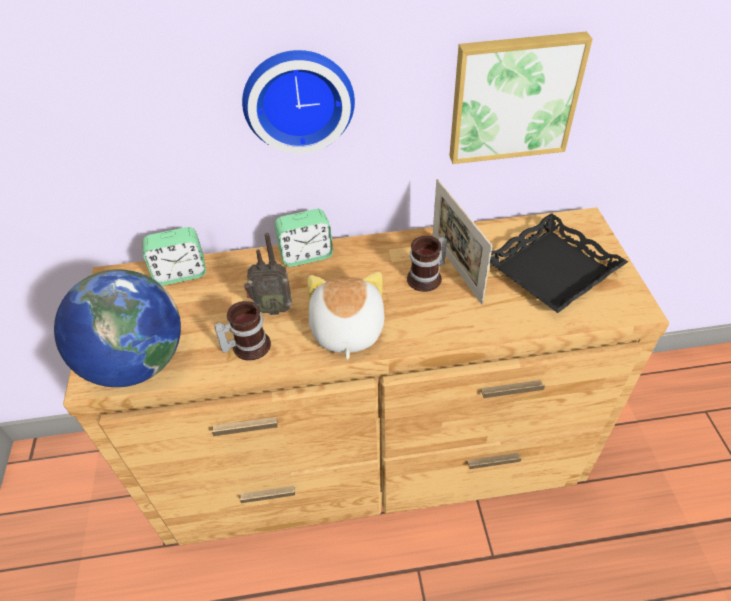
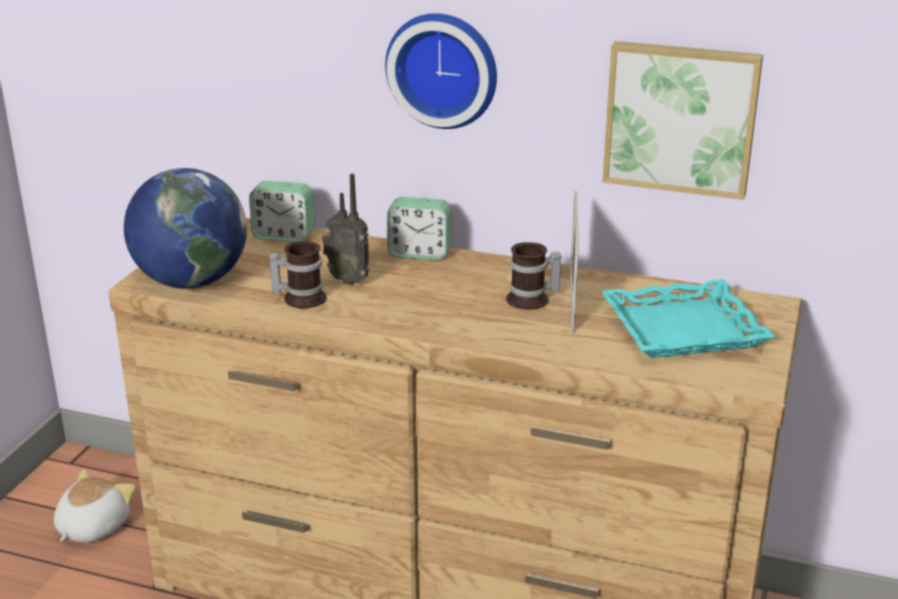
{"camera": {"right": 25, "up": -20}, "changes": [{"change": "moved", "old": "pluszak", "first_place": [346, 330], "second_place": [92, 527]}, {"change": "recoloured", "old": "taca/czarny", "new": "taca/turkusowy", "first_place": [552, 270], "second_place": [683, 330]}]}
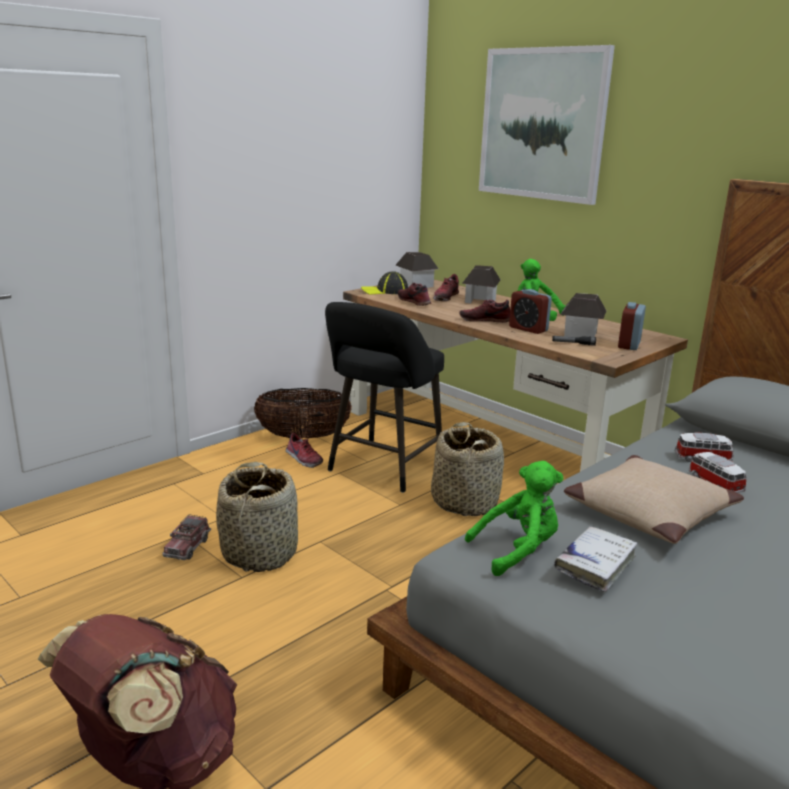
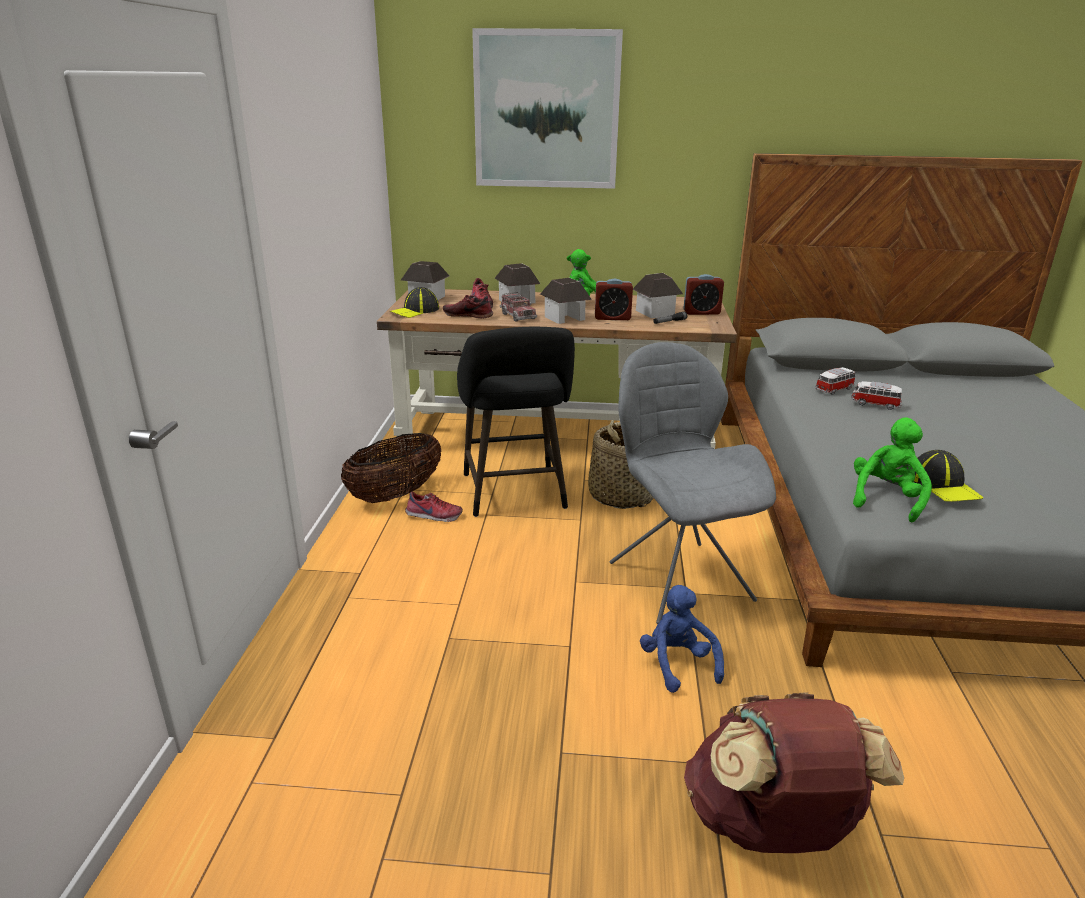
{"camera": {"right": -40, "up": 5}, "changes": [{"change": "moved", "old": "ciężarówka zabawkowa", "first_place": [187, 547], "second_place": [518, 316]}, {"change": "replaced", "old": "but", "new": "domek", "first_place": [485, 320], "second_place": [564, 318]}, {"change": "added", "new": "krzesło/szary", "second_place": [677, 578]}, {"change": "added", "new": "pluszak/niebieski", "second_place": [677, 664]}, {"change": "turned", "old": "budzik", "first_place": [629, 345], "second_place": [701, 312], "degrees": -75}, {"change": "replaced", "old": "książka/biały", "new": "czapka z daszkiem", "first_place": [595, 565], "second_place": [943, 486]}, {"change": "removed", "old": "koszyk", "first_place": [260, 553]}, {"change": "removed", "old": "poduszka/beżowy", "first_place": [648, 512]}]}
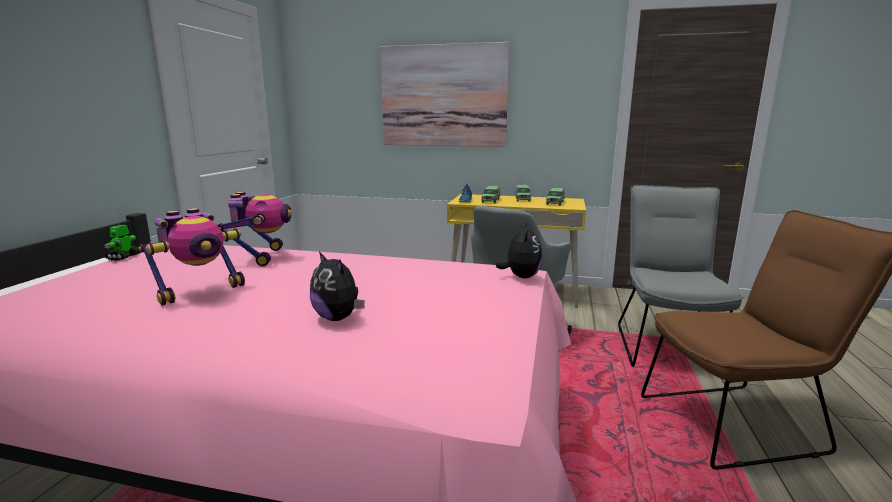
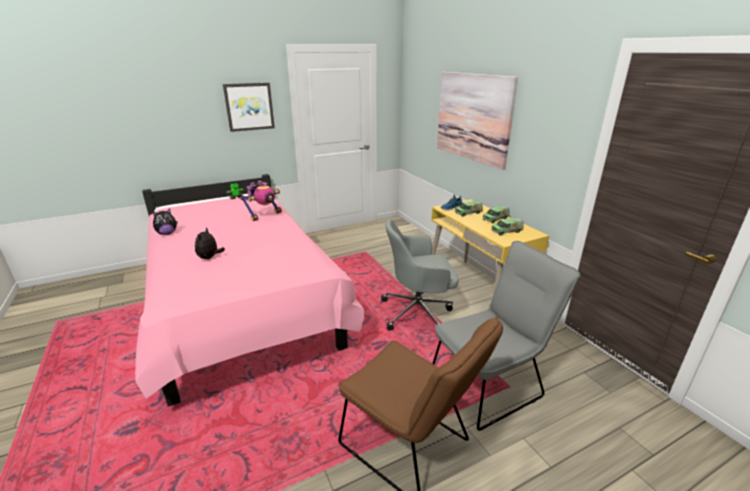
{"camera": {"right": 50, "up": 10}, "changes": [{"change": "moved", "old": "pluszak", "first_place": [521, 277], "second_place": [167, 233]}, {"change": "added", "new": "obraz", "second_place": [249, 107]}, {"change": "removed", "old": "robot zabawkowy", "first_place": [200, 291]}]}
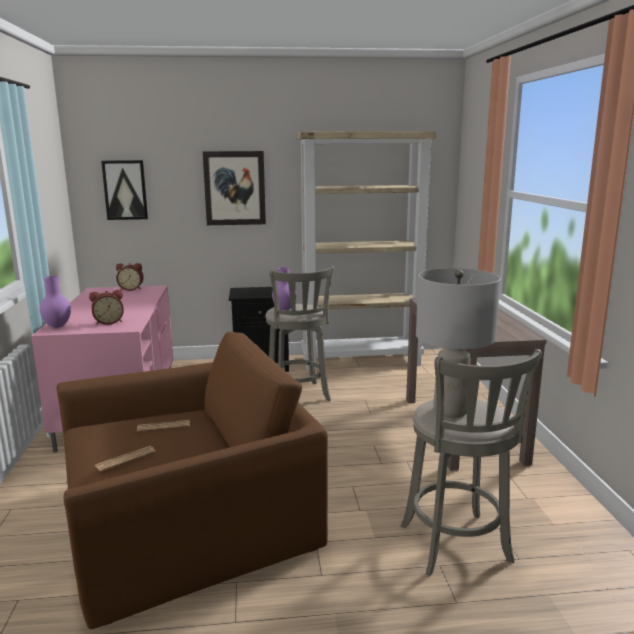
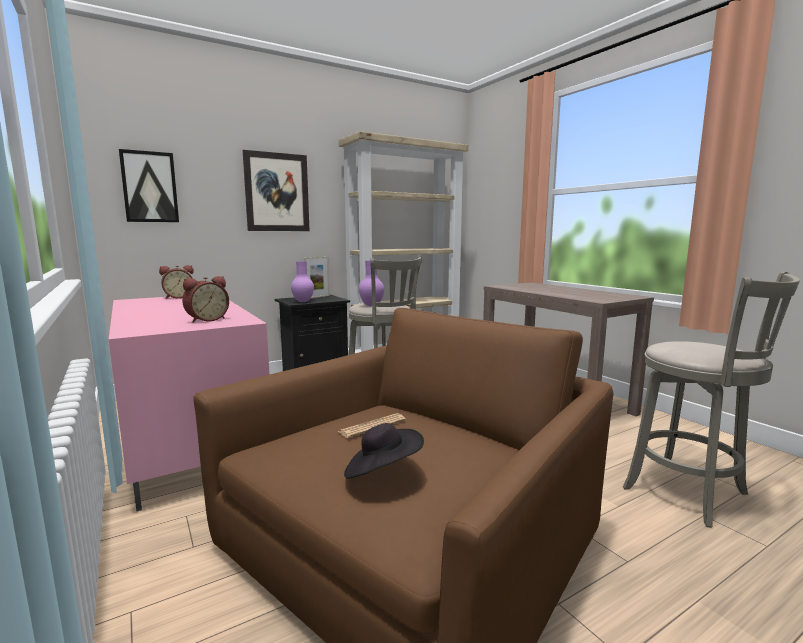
{"camera": {"right": -25, "up": -5}, "changes": [{"change": "moved", "old": "wazon/fioletowy", "first_place": [57, 326], "second_place": [303, 301]}, {"change": "added", "new": "ramka na zdjęcie", "second_place": [317, 297]}, {"change": "replaced", "old": "gazeta", "new": "kapelusz/czarny", "first_place": [125, 459], "second_place": [382, 472]}, {"change": "removed", "old": "lampa stołowa/szary", "first_place": [450, 411]}]}
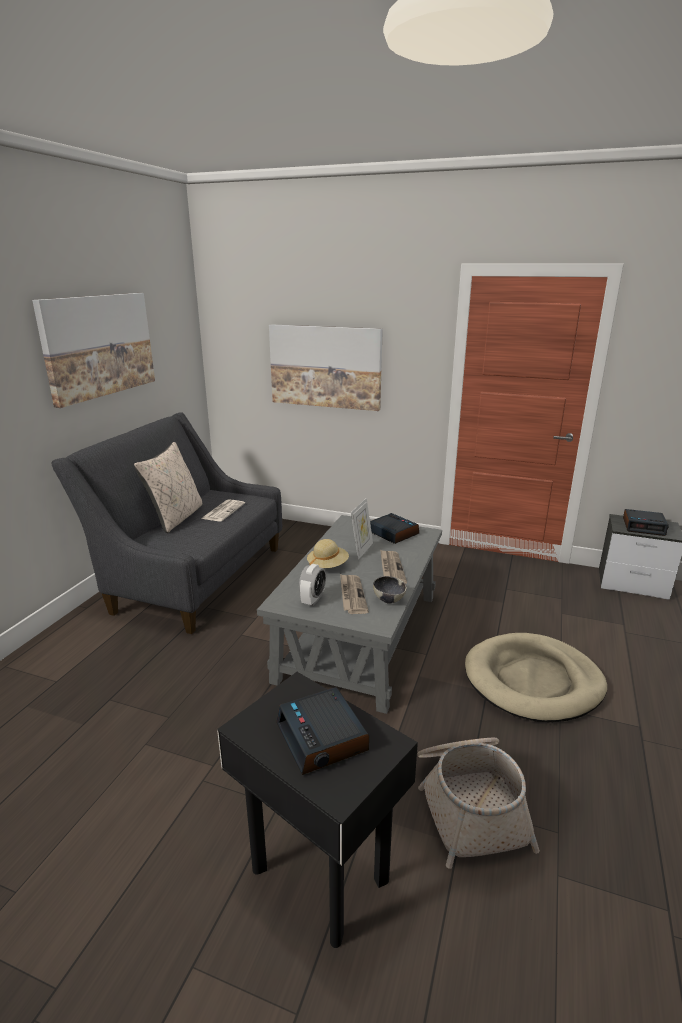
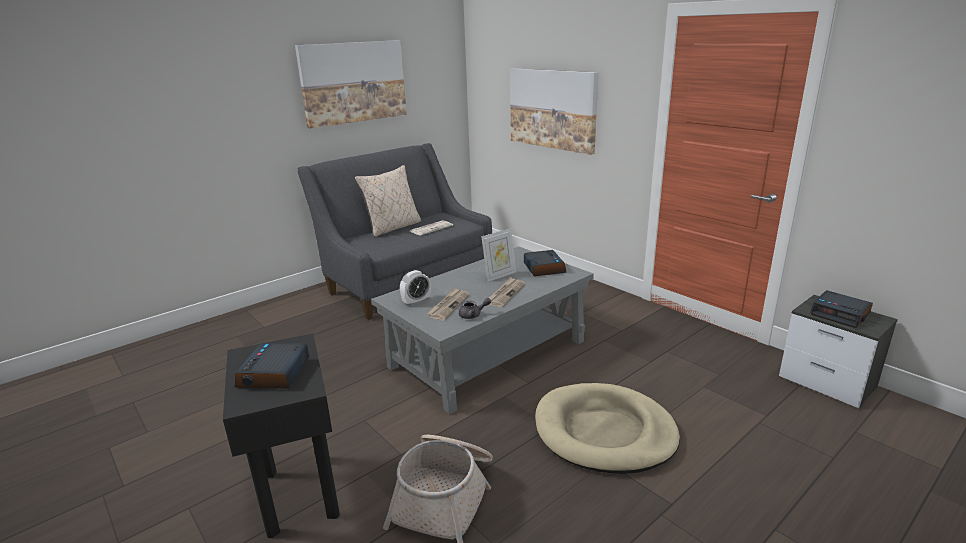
{"camera": {"right": 30, "up": 0}, "changes": [{"change": "replaced", "old": "miska", "new": "imbryk/szary", "first_place": [389, 599], "second_place": [473, 315]}, {"change": "removed", "old": "kapelusz/beżowy", "first_place": [327, 566]}]}
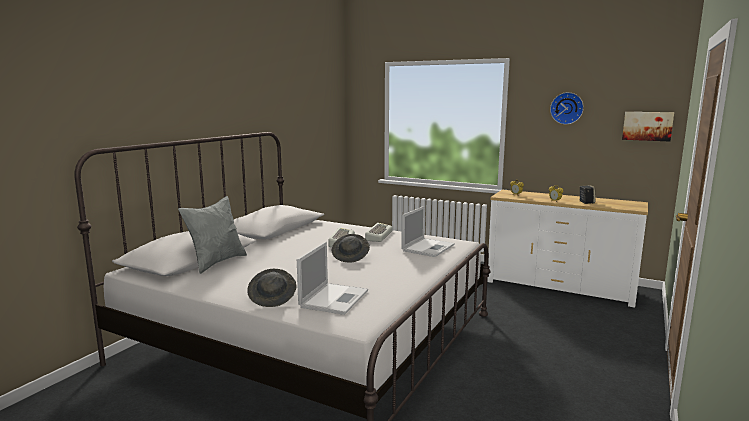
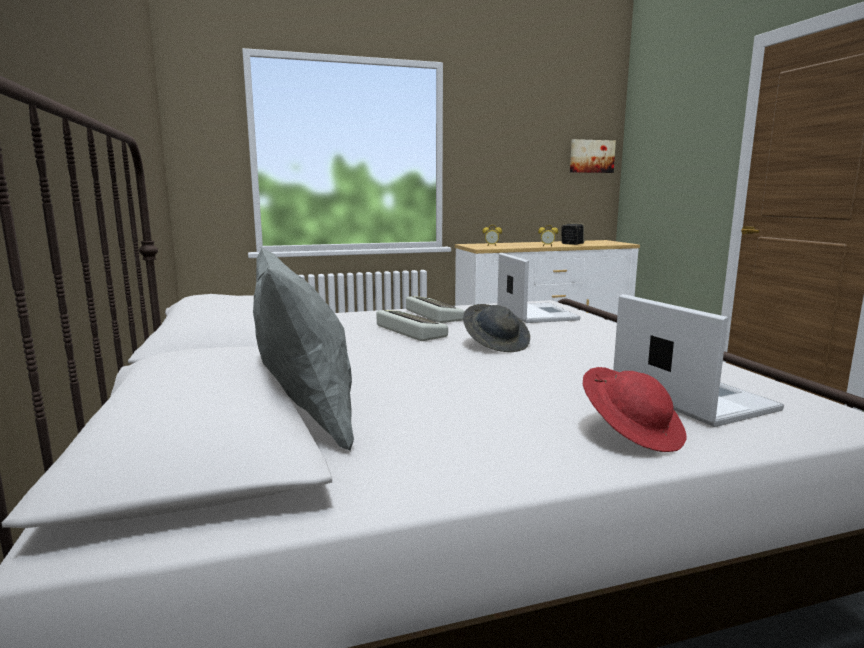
{"camera": {"right": -45, "up": 0}, "changes": [{"change": "recoloured", "old": "kapelusz/szary", "new": "kapelusz/czerwony", "first_place": [273, 298], "second_place": [632, 433]}, {"change": "removed", "old": "zegar ścienny", "first_place": [567, 108]}]}
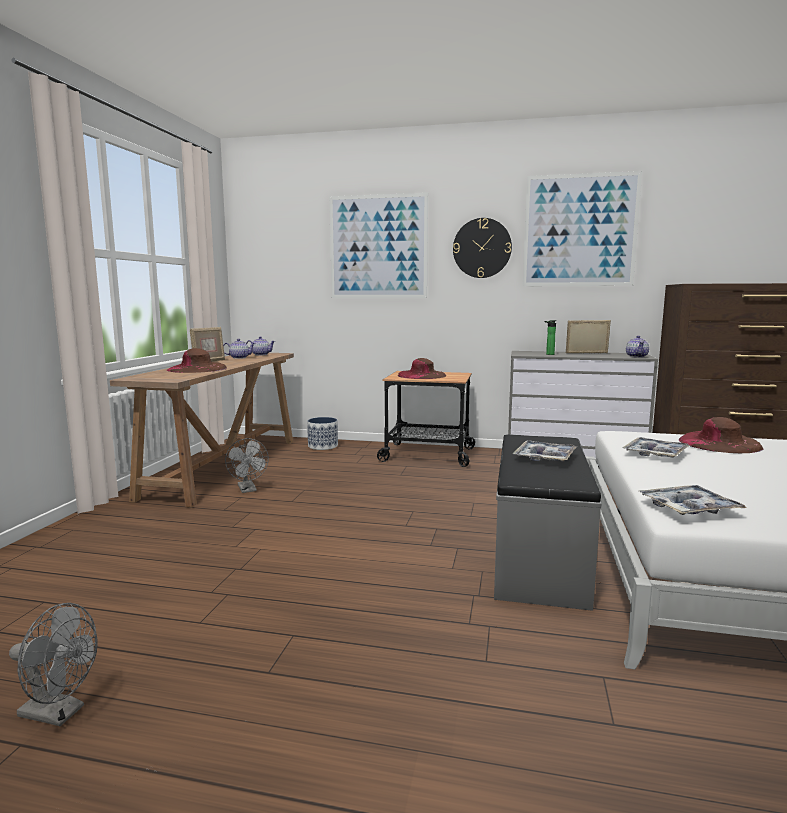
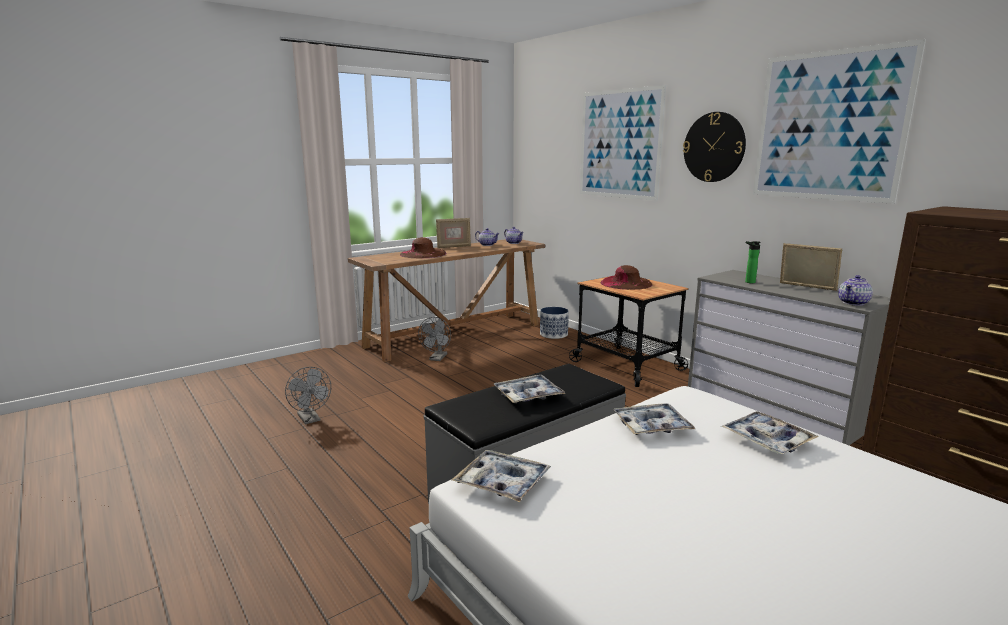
{"camera": {"right": 40, "up": 5}, "changes": [{"change": "moved", "old": "wentylator/szary", "first_place": [59, 713], "second_place": [310, 419]}, {"change": "replaced", "old": "kapelusz/brązowy", "new": "taca", "first_place": [719, 443], "second_place": [767, 440]}]}
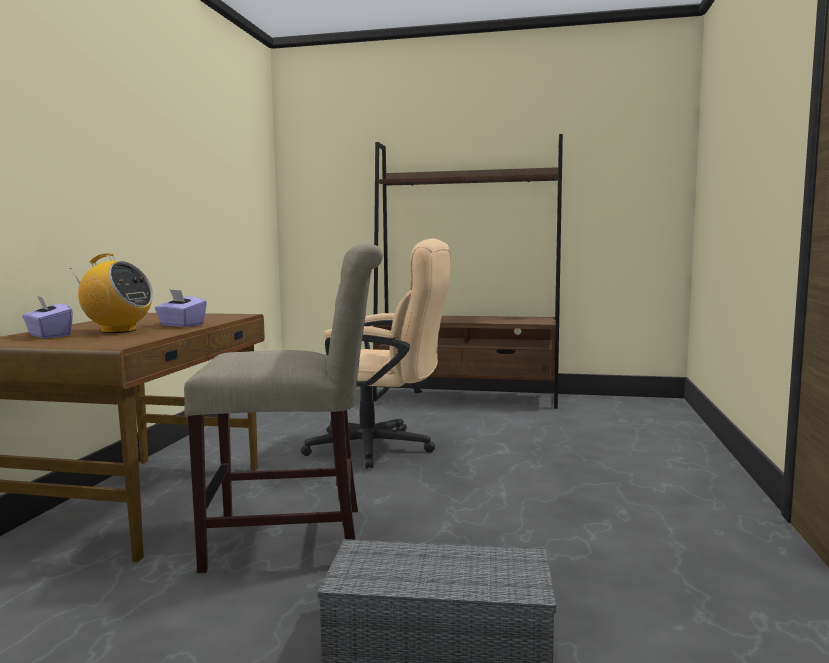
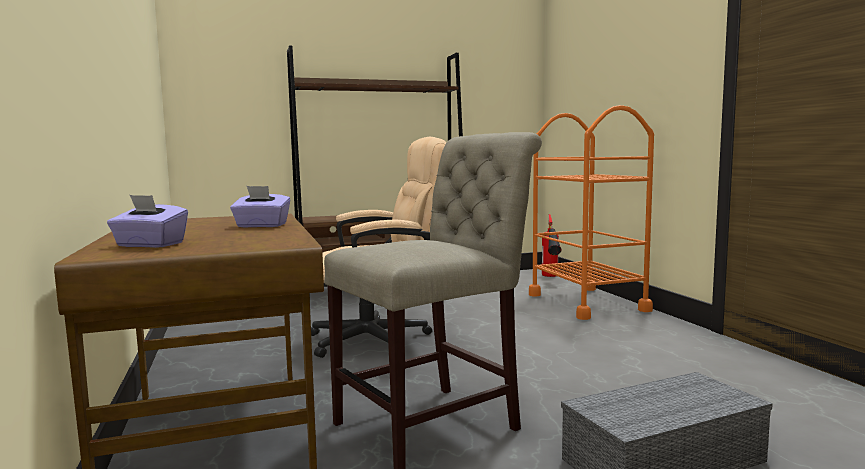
{"camera": {"right": -30, "up": 0}, "changes": [{"change": "added", "new": "wózek/pomarańczowy", "second_place": [587, 302]}, {"change": "added", "new": "gaśnica", "second_place": [551, 278]}, {"change": "removed", "old": "radio", "first_place": [118, 331]}]}
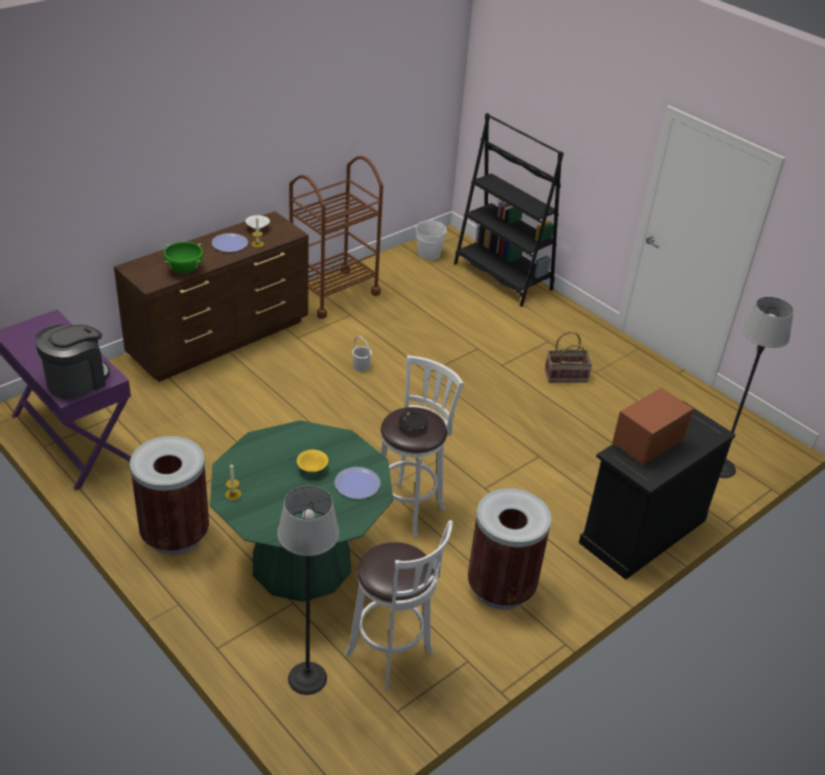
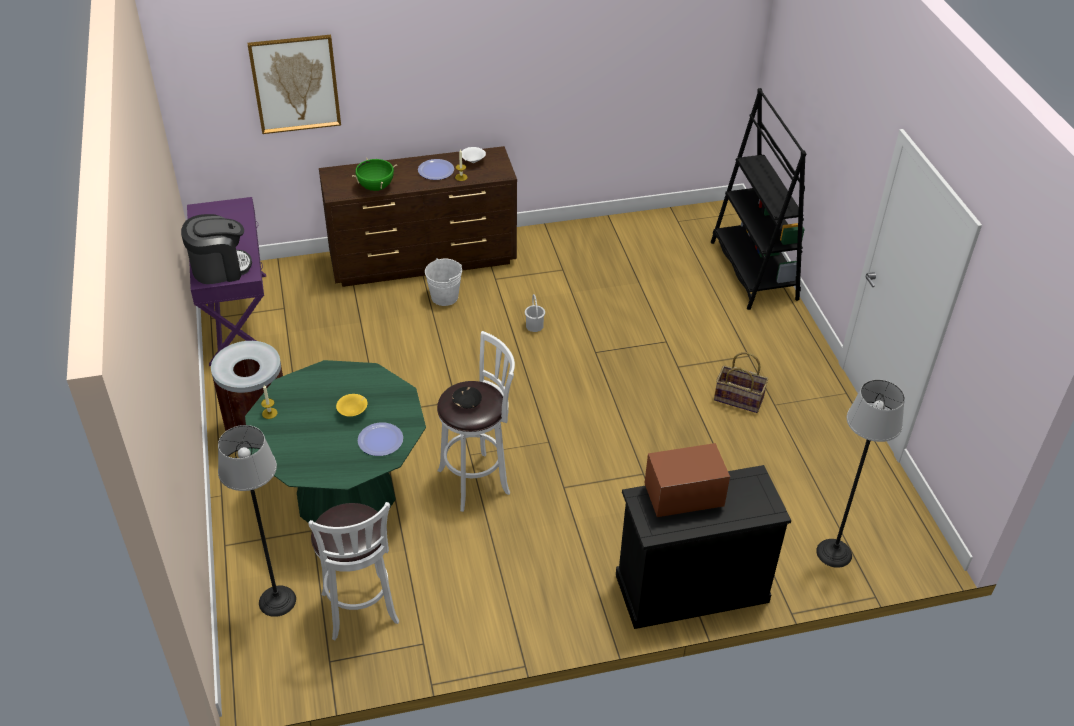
{"camera": {"right": 30, "up": 5}, "changes": [{"change": "added", "new": "obraz", "second_place": [295, 84]}, {"change": "moved", "old": "wiadro/biały", "first_place": [429, 254], "second_place": [444, 297]}, {"change": "removed", "old": "wózek/brązowy", "first_place": [333, 293]}, {"change": "removed", "old": "kosz na śmieci/brązowy", "first_place": [501, 588]}]}
